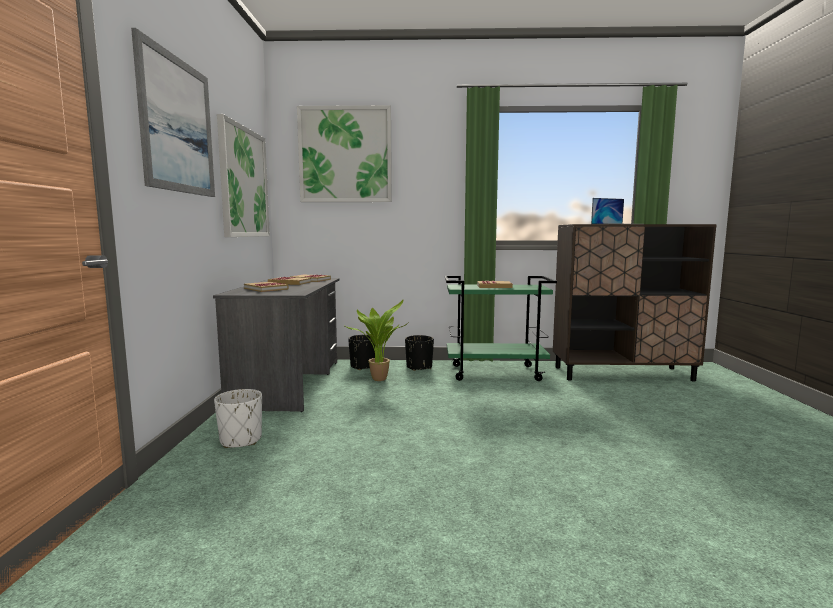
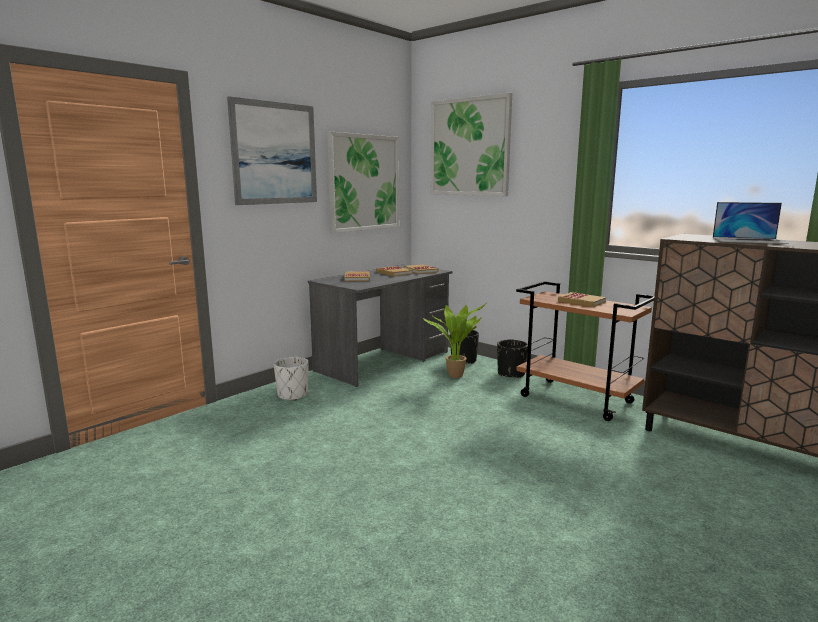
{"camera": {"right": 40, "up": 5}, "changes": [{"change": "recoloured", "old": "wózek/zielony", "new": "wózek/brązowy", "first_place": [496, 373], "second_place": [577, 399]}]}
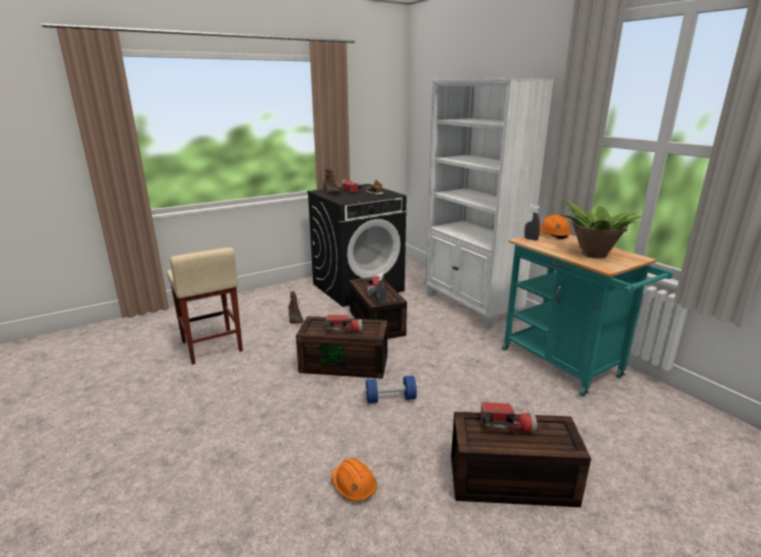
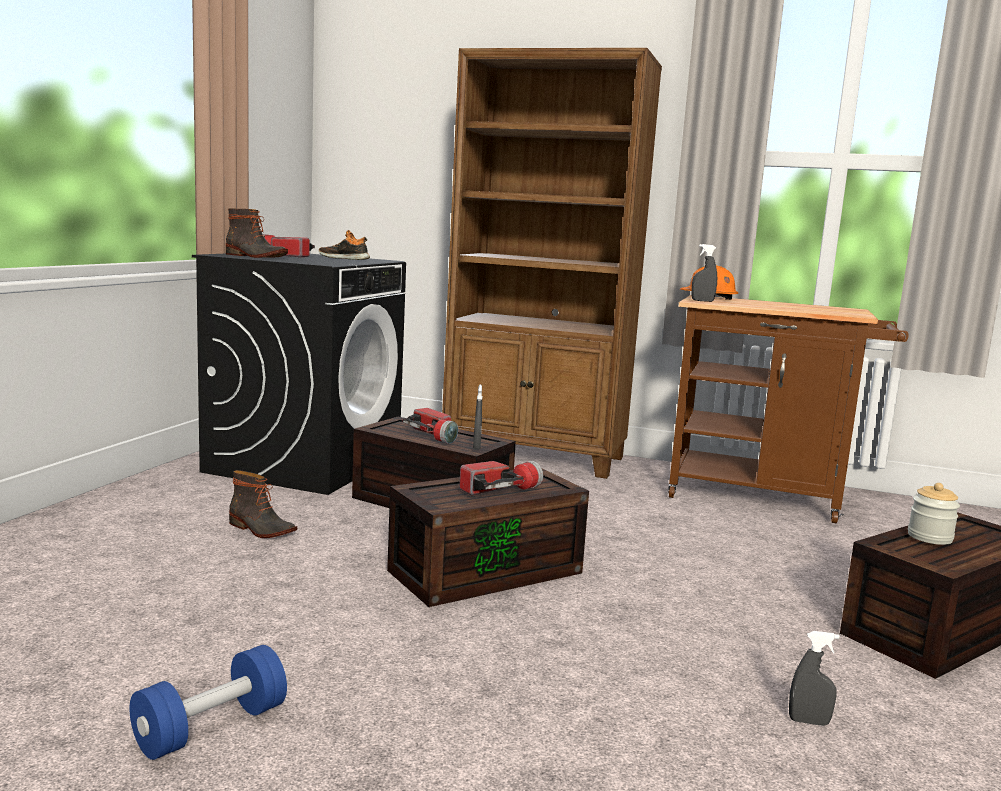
{"camera": {"right": -40, "up": -10}, "changes": [{"change": "moved", "old": "hantel/niebieski", "first_place": [390, 399], "second_place": [211, 728]}, {"change": "recoloured", "old": "regał/biały", "new": "regał/brązowy", "first_place": [472, 306], "second_place": [535, 456]}, {"change": "recoloured", "old": "wózek/turkusowy", "new": "wózek/brązowy", "first_place": [566, 366], "second_place": [765, 498]}, {"change": "replaced", "old": "kask/pomarańczowy", "new": "spryskiwacz/szary", "first_place": [354, 486], "second_place": [808, 721]}, {"change": "replaced", "old": "latarka", "new": "słoik", "first_place": [506, 425], "second_place": [929, 537]}, {"change": "removed", "old": "stołek/beżowy", "first_place": [212, 347]}, {"change": "removed", "old": "roślina doniczkowa", "first_place": [594, 254]}]}
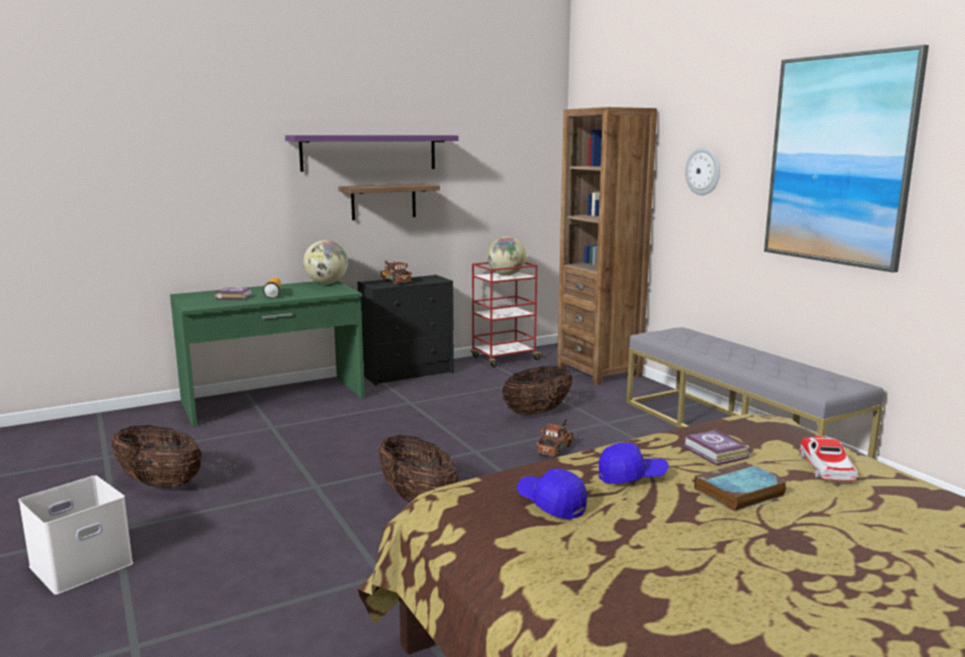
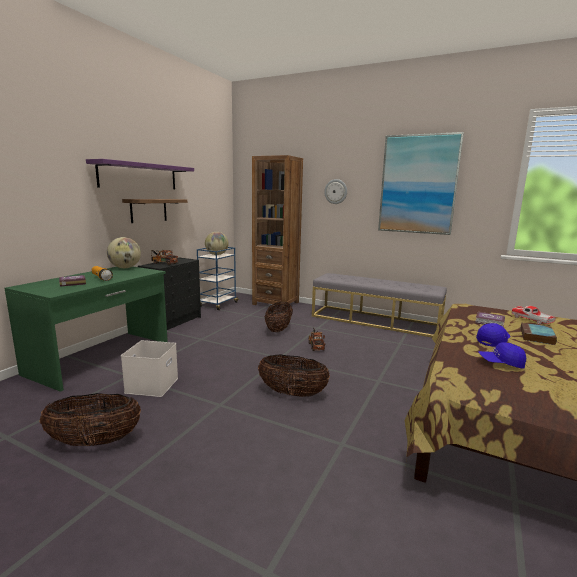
{"camera": {"right": -35, "up": 0}, "changes": [{"change": "moved", "old": "pojemnik do przechowywania/biały", "first_place": [82, 563], "second_place": [151, 384]}, {"change": "recoloured", "old": "wózek/czerwony", "new": "wózek/niebieski", "first_place": [504, 359], "second_place": [218, 305]}]}
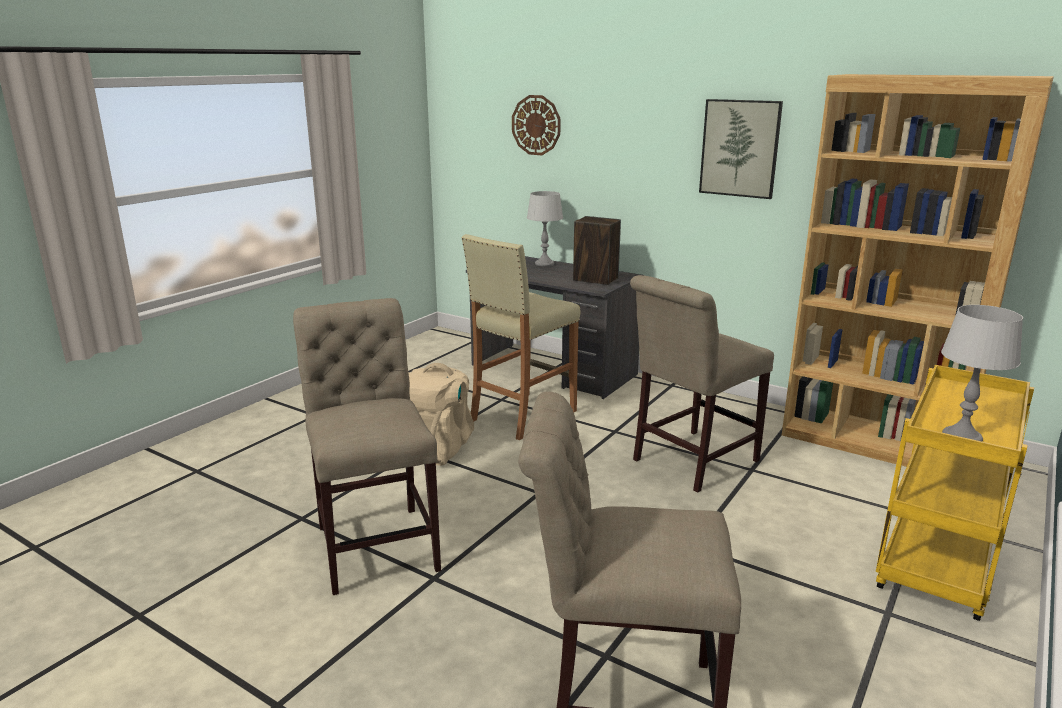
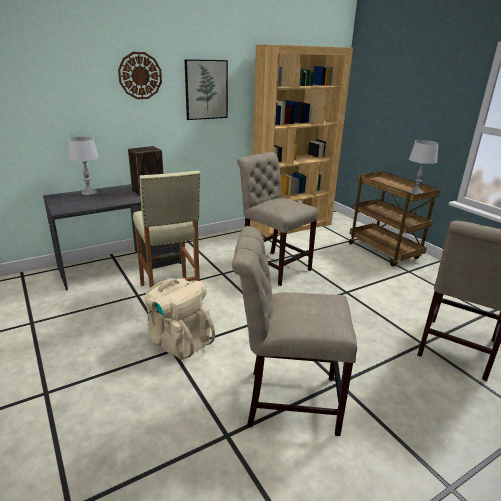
{"camera": {"right": -65, "up": 5}, "changes": [{"change": "moved", "old": "zegar ścienny", "first_place": [536, 125], "second_place": [140, 75]}, {"change": "turned", "old": "krzesło/beżowy", "first_place": [690, 462], "second_place": [273, 266], "degrees": 150}, {"change": "recoloured", "old": "wózek/żółty", "new": "wózek/brązowy", "first_place": [937, 568], "second_place": [384, 252]}]}
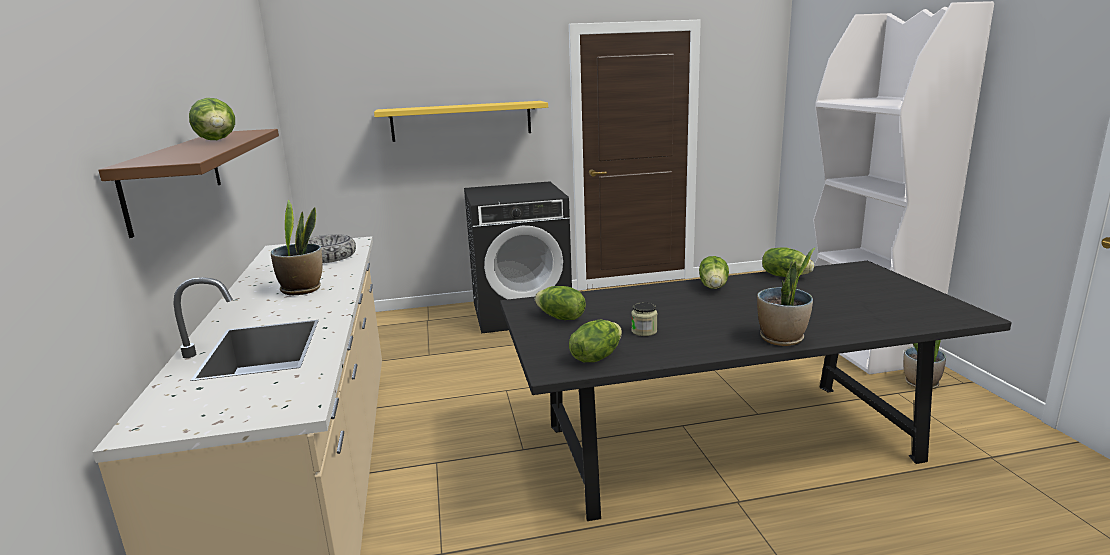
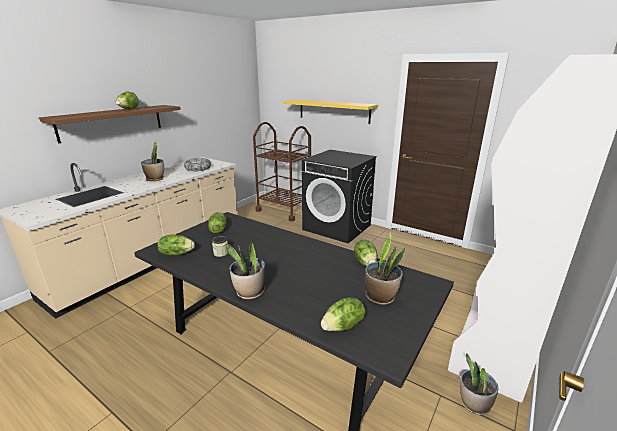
{"camera": {"right": 45, "up": 5}, "changes": [{"change": "added", "new": "wózek/brązowy", "second_place": [284, 210]}, {"change": "moved", "old": "sałata", "first_place": [714, 287], "second_place": [343, 326]}, {"change": "added", "new": "roślina doniczkowa", "second_place": [380, 297]}]}
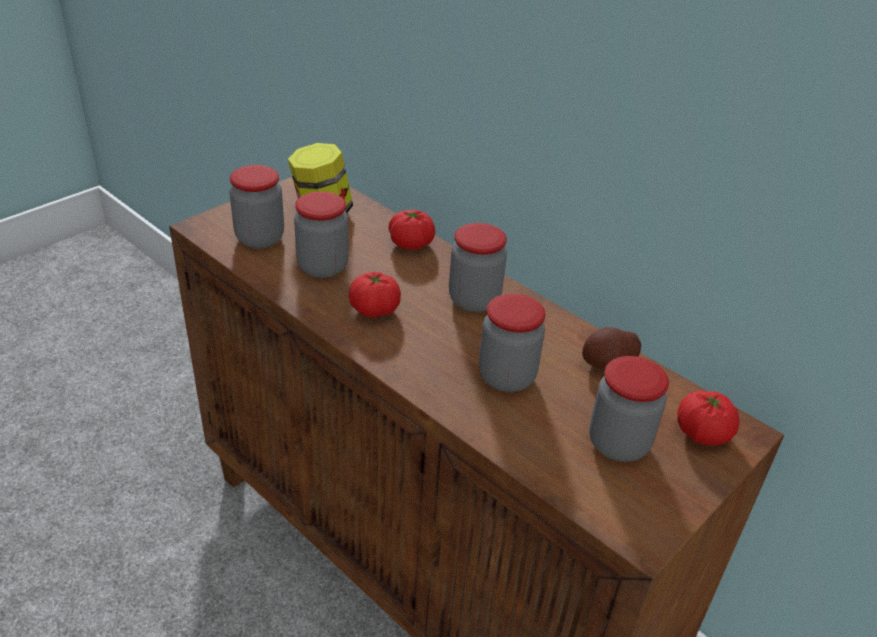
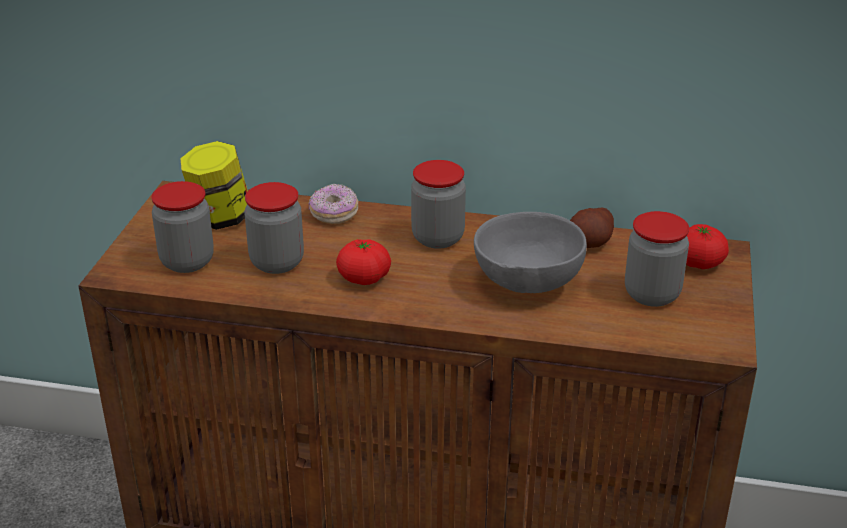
{"camera": {"right": -30, "up": -5}, "changes": [{"change": "replaced", "old": "pomidor", "new": "donut", "first_place": [411, 244], "second_place": [334, 214]}, {"change": "replaced", "old": "słoik", "new": "miska/szary", "first_place": [506, 377], "second_place": [526, 283]}]}
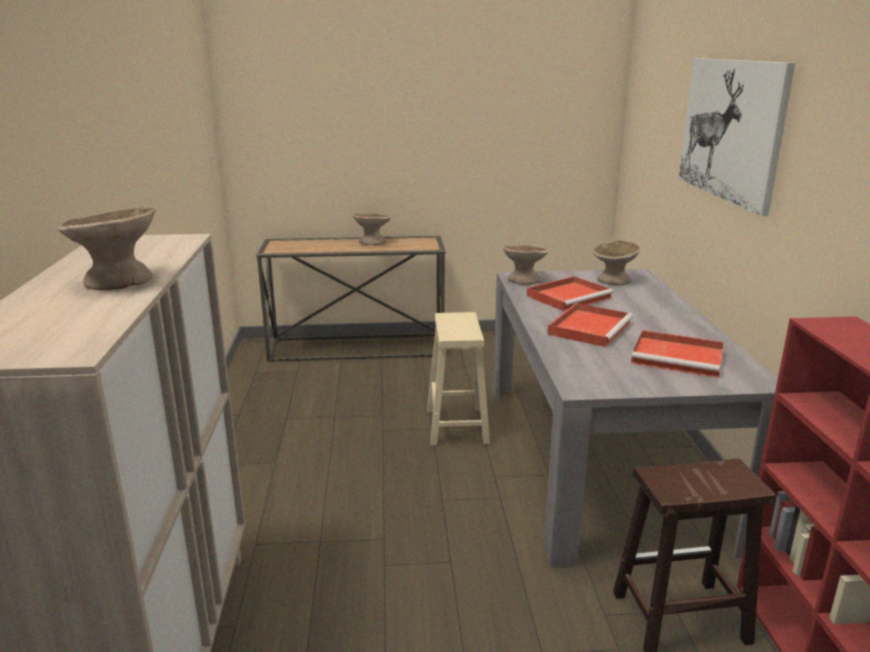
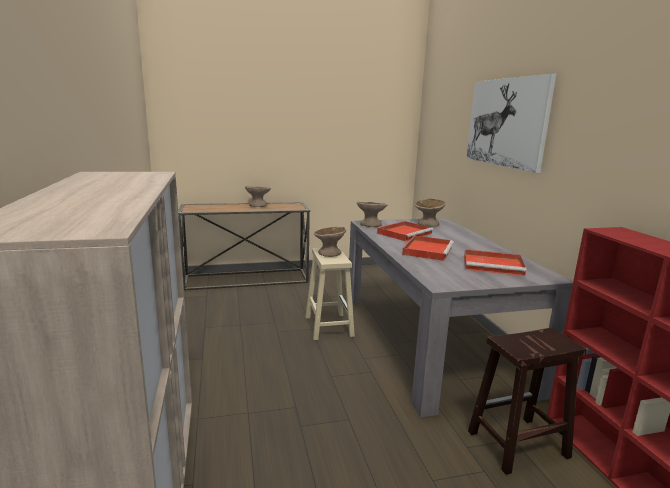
{"camera": {"right": -10, "up": -5}, "changes": [{"change": "moved", "old": "miska/beżowy", "first_place": [118, 280], "second_place": [329, 253]}]}
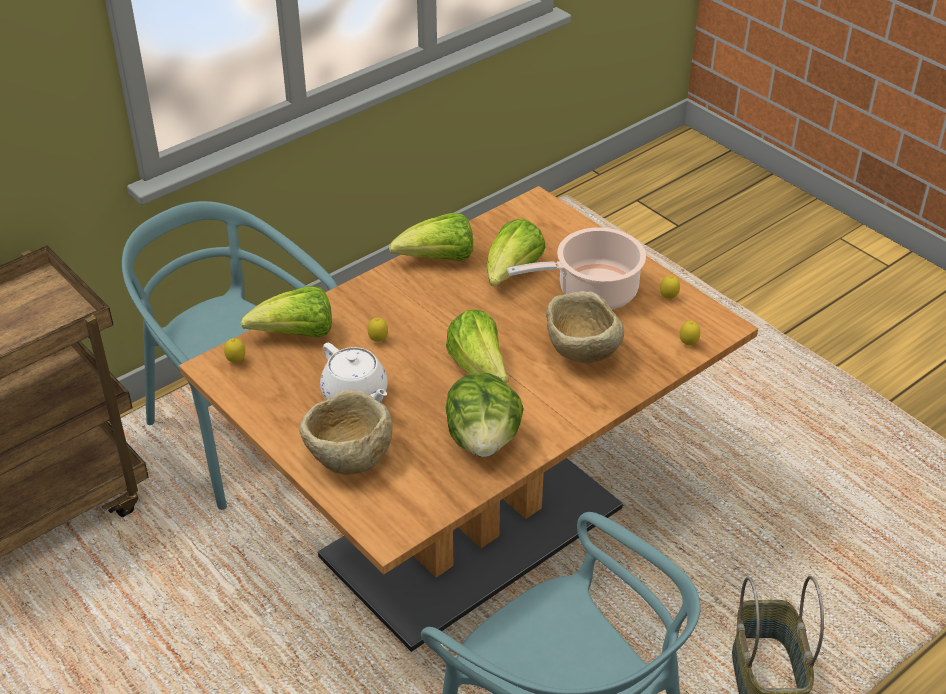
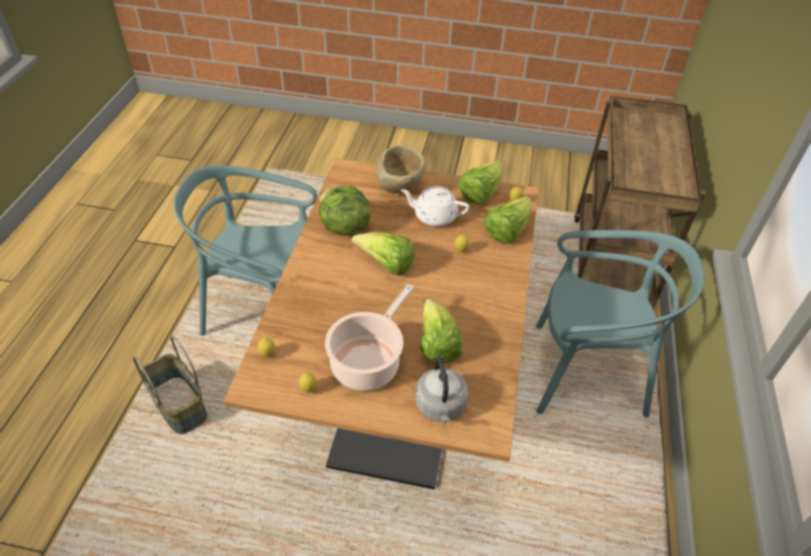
{"camera": {"right": 140, "up": 5}, "changes": [{"change": "added", "new": "czajnik/szary", "second_place": [441, 407]}, {"change": "moved", "old": "sałata", "first_place": [438, 260], "second_place": [480, 193]}, {"change": "removed", "old": "miska/beżowy", "first_place": [581, 354]}]}
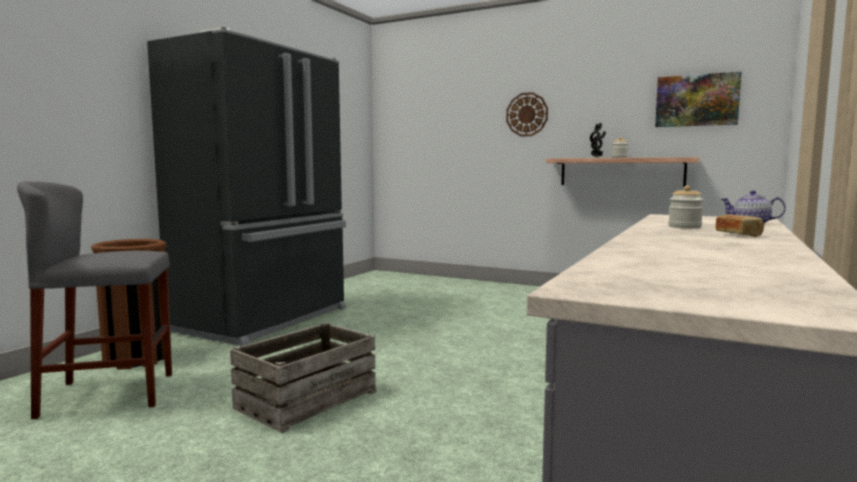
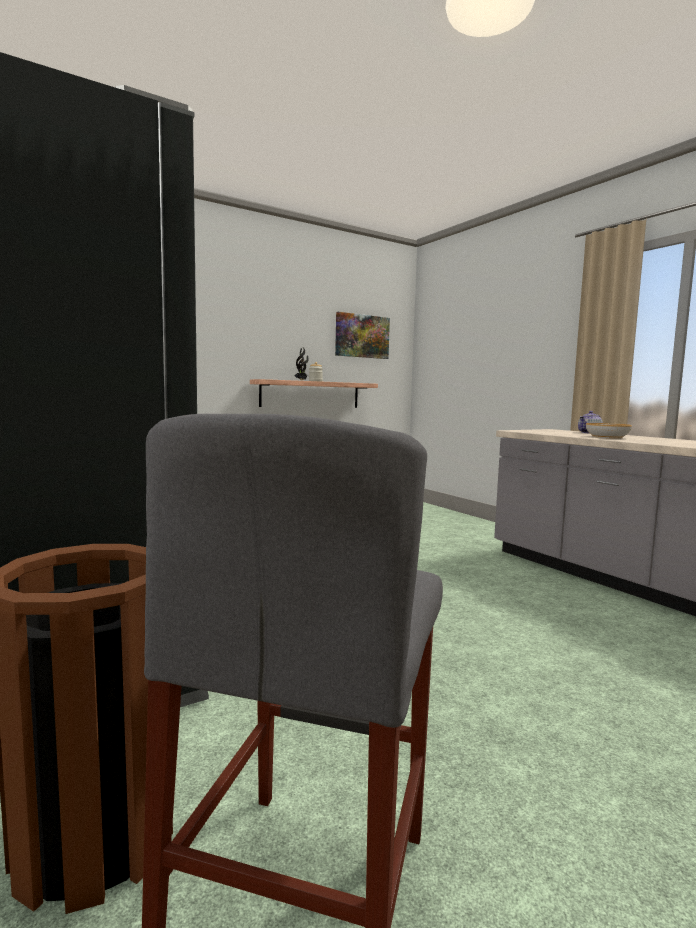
{"camera": {"right": -60, "up": 0}, "changes": [{"change": "replaced", "old": "słoik", "new": "miska", "first_place": [684, 227], "second_place": [607, 437]}, {"change": "removed", "old": "skrzynka", "first_place": [306, 399]}, {"change": "removed", "old": "zegar ścienny", "first_place": [527, 114]}, {"change": "removed", "old": "chleb", "first_place": [739, 235]}]}
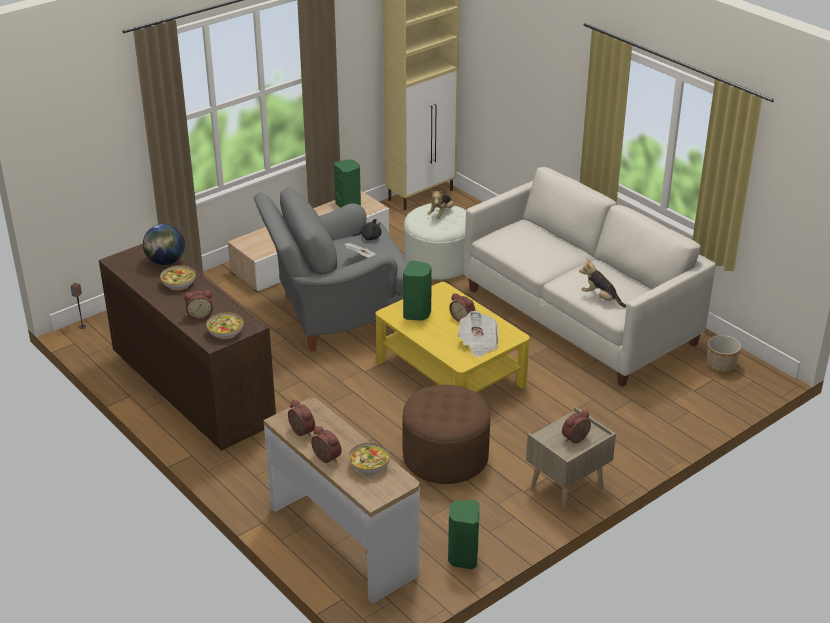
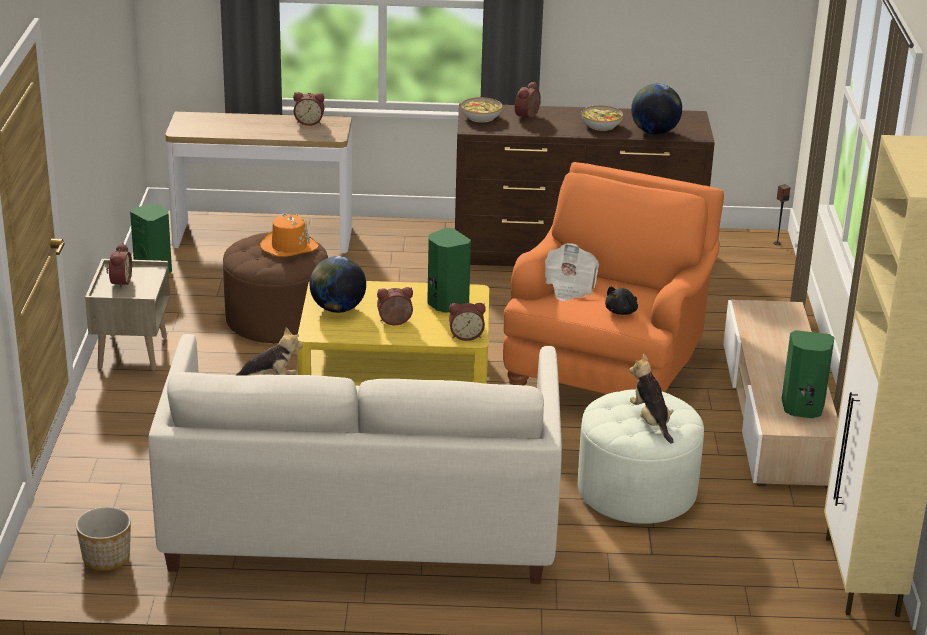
{"camera": {"right": 130, "up": -5}, "changes": [{"change": "added", "new": "kapelusz/pomarańczowy", "second_place": [288, 246]}, {"change": "replaced", "old": "gazeta", "new": "globus", "first_place": [478, 344], "second_place": [337, 309]}, {"change": "moved", "old": "budzik", "first_place": [325, 458], "second_place": [466, 335]}, {"change": "recoloured", "old": "fotel/szary", "new": "fotel/pomarańczowy", "first_place": [337, 315], "second_place": [607, 371]}, {"change": "removed", "old": "miska", "first_place": [369, 465]}]}
